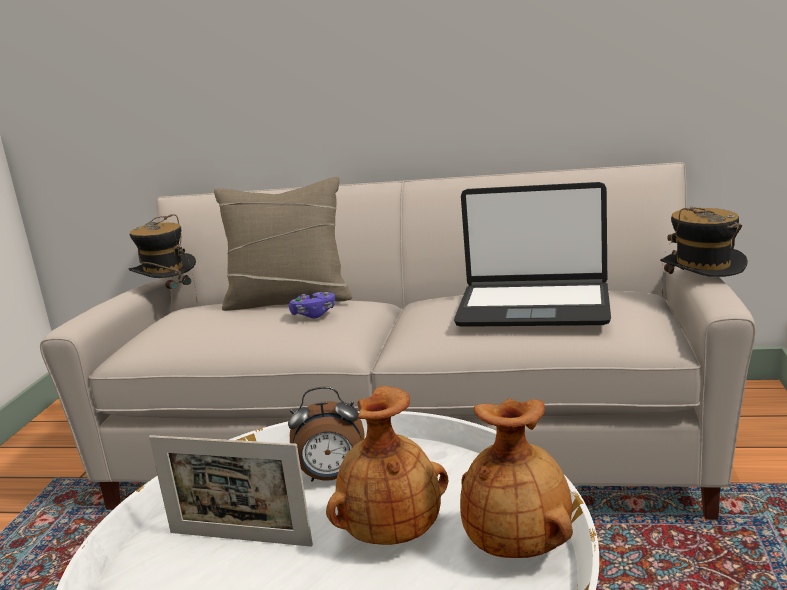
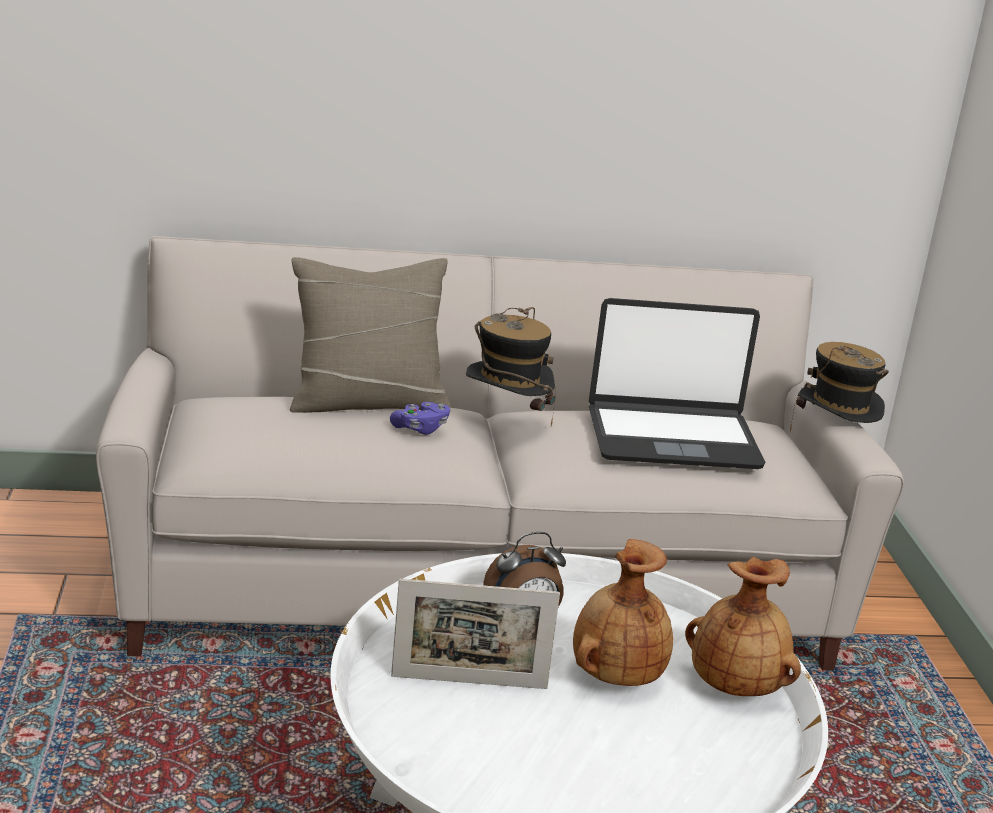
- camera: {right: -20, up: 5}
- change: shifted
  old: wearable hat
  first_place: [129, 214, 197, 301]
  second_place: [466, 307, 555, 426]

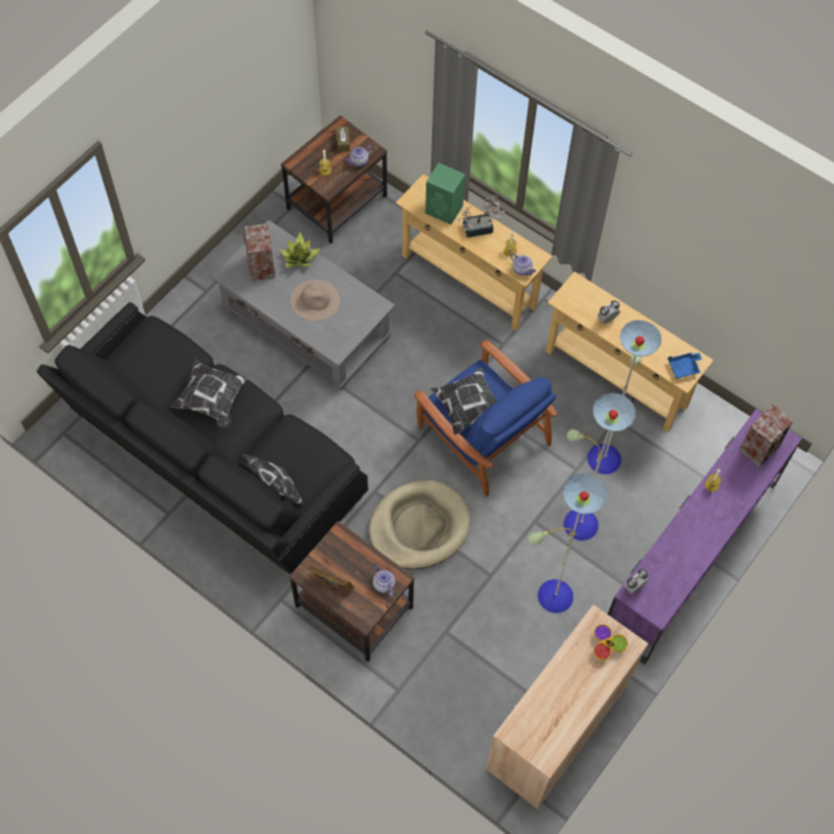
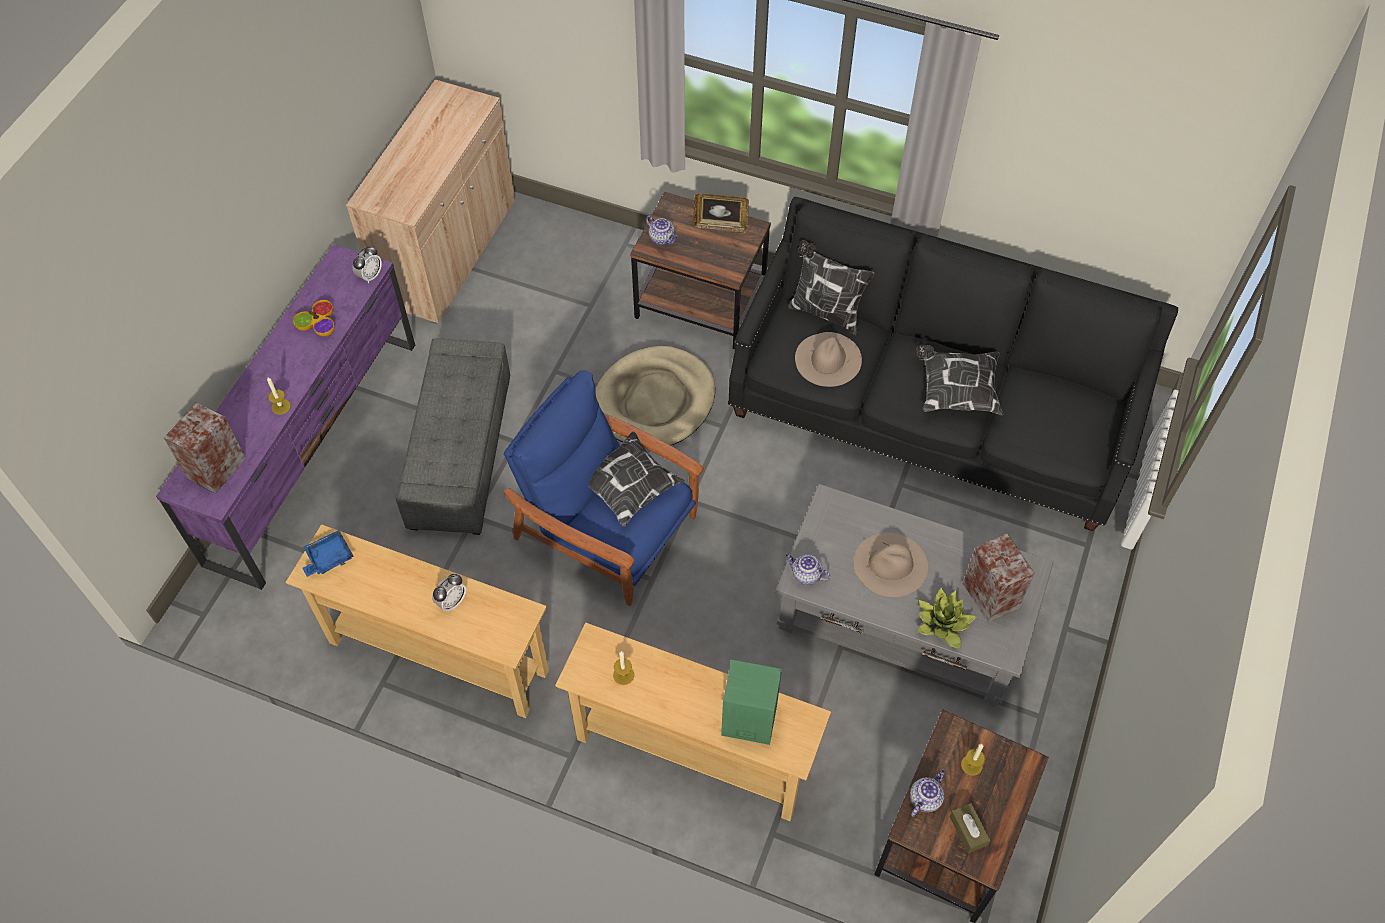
- camera: {right: 165, up: -5}
- change: gone
  old: potted plant
  first_place: [458, 195, 505, 238]
- change: shifted
  old: pot for tea
  first_place: [510, 253, 536, 276]
  second_place: [785, 553, 831, 585]
- change: swapped
  old: standard lamp
  new: pouffe (gray)
  first_place: [529, 320, 662, 613]
  second_place: [396, 338, 510, 535]
- change: shifted
  old: serving bowl
  first_place: [594, 624, 628, 660]
  second_place: [293, 300, 335, 336]
- change: new
  new: wearable hat (sand-coloured)
  second_place: [795, 332, 862, 387]

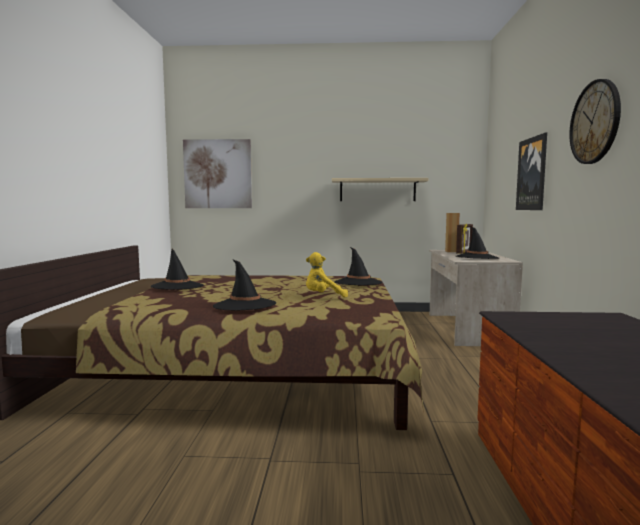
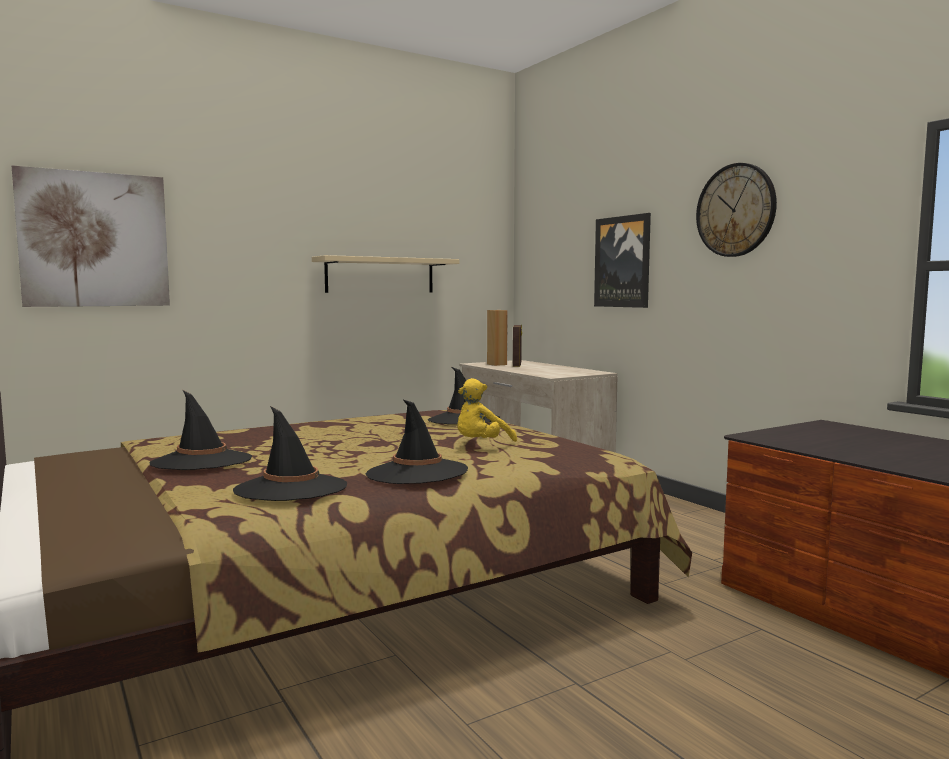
- camera: {right: -35, up: 0}
- change: shifted
  old: wearable hat (black-coloured)
  first_place: [456, 227, 499, 259]
  second_place: [233, 406, 347, 501]

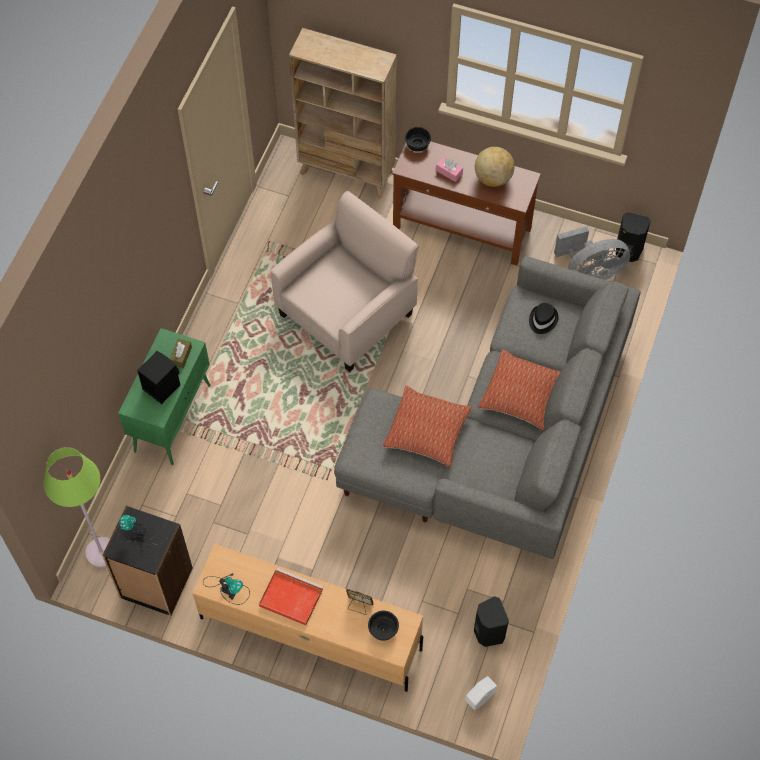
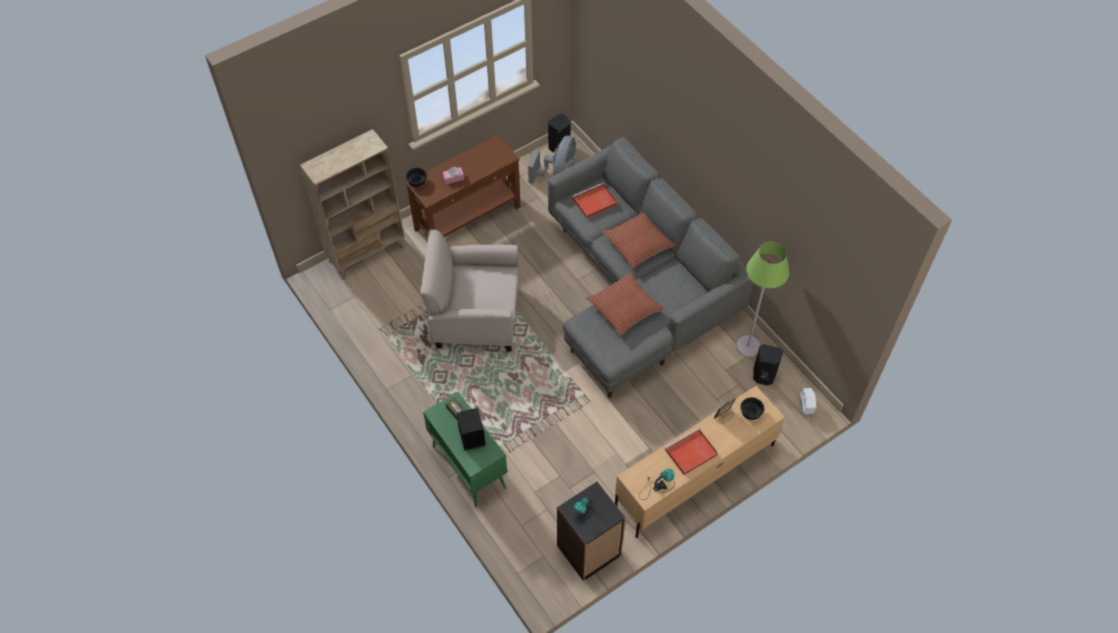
- camera: {right: -55, up: -5}
- change: gone
  old: desk globe
  first_place: [475, 147, 515, 187]
- change: rotated
  old: armchair (sand-coloured)
  first_place: [271, 191, 419, 372]
  second_place: [420, 229, 519, 352]
  degrees: -75
- change: swapped
  old: wearable hat (black-coloured)
  new: carrying tray (reddish)
  first_place: [529, 303, 559, 334]
  second_place: [573, 183, 618, 218]
- change: shifted
  old: standard lamp (green)
  first_place: [43, 447, 110, 568]
  second_place: [736, 242, 789, 357]

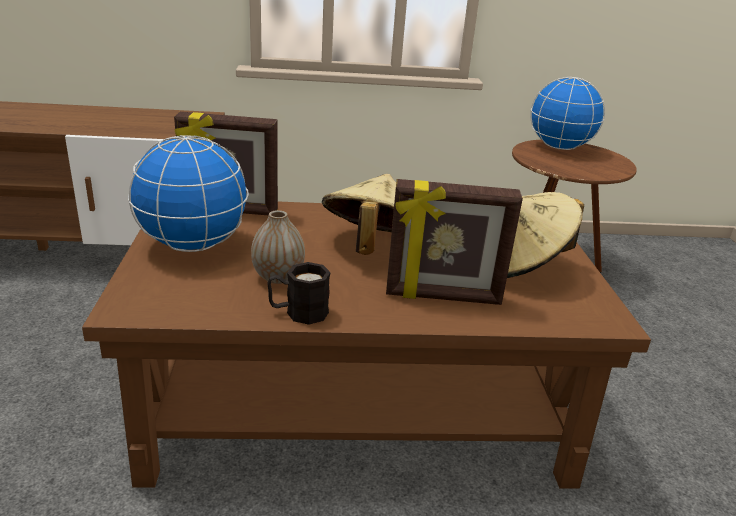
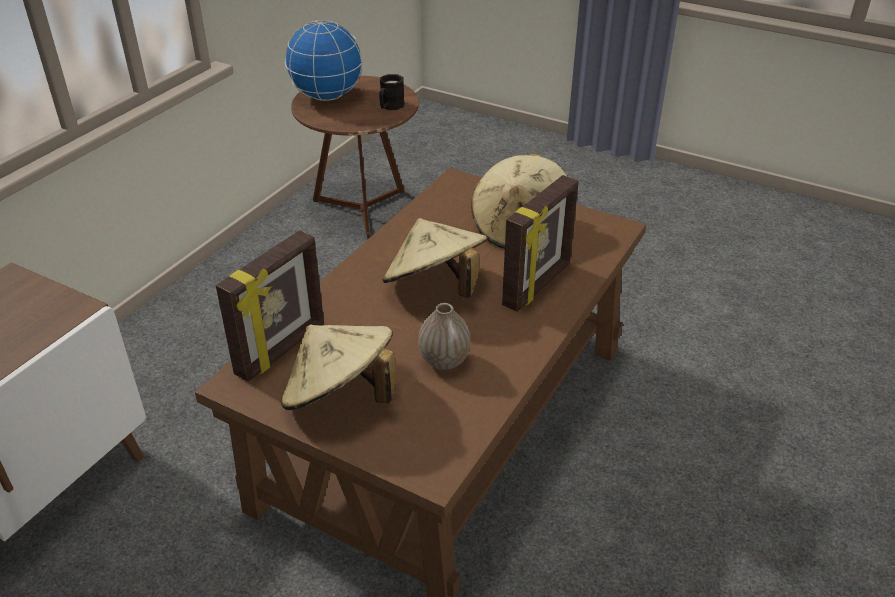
- camera: {right: -55, up: 10}
- change: swapped
  old: desk globe
  new: wearable hat (sand-coloured)
  first_place: [128, 135, 249, 252]
  second_place: [281, 325, 396, 410]
- change: shifted
  old: mug (black-coloured)
  first_place: [267, 262, 331, 325]
  second_place: [379, 74, 405, 110]

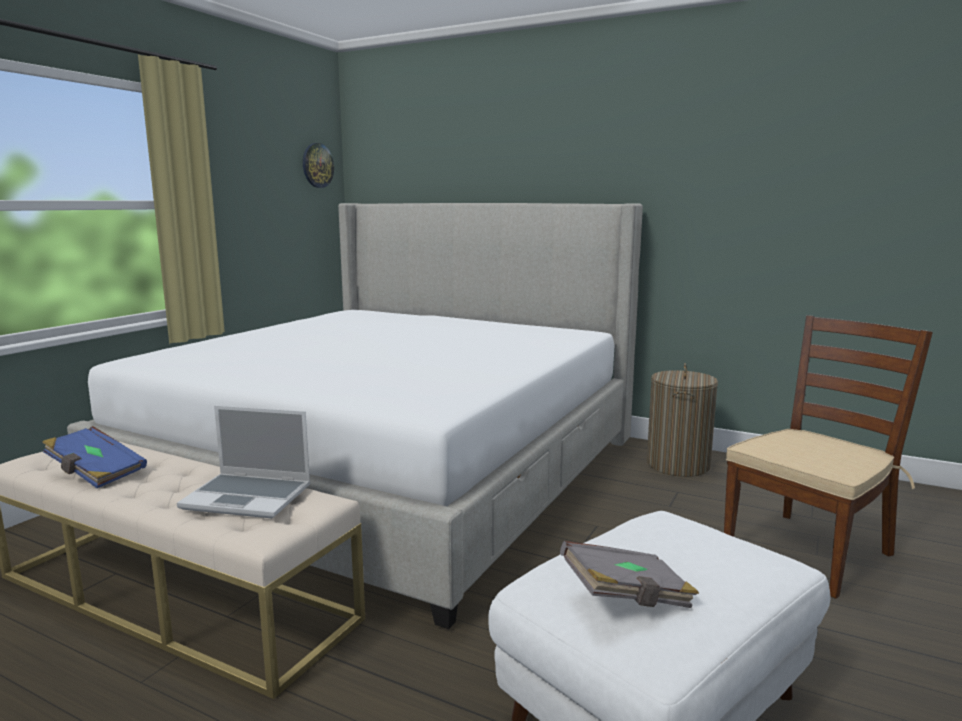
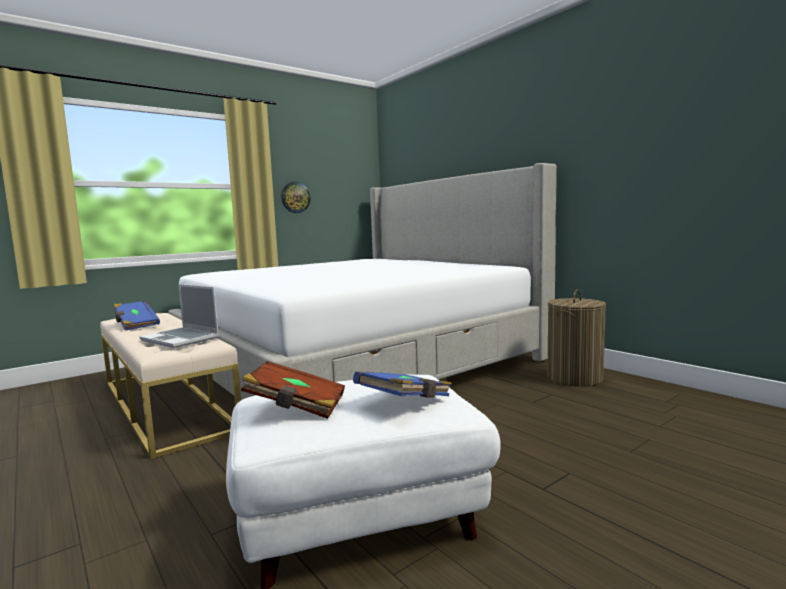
- camera: {right: 25, up: -5}
- change: shifted
  old: clock on the wall
  first_place: [303, 143, 334, 188]
  second_place: [281, 182, 311, 213]
- change: gone
  old: plain chair (brown-coloured)
  first_place: [724, 315, 933, 599]
- change: repainted
  old: volume (gray)
  new: volume (brown-coloured)
  first_place: [560, 541, 699, 608]
  second_place: [241, 361, 345, 419]
- change: new
  new: volume (blue)
  second_place: [353, 372, 452, 398]

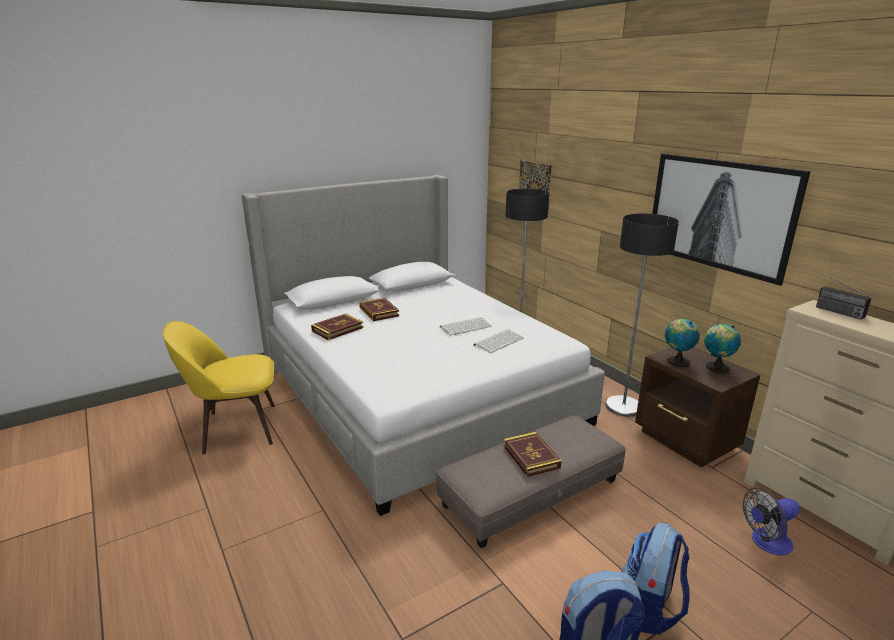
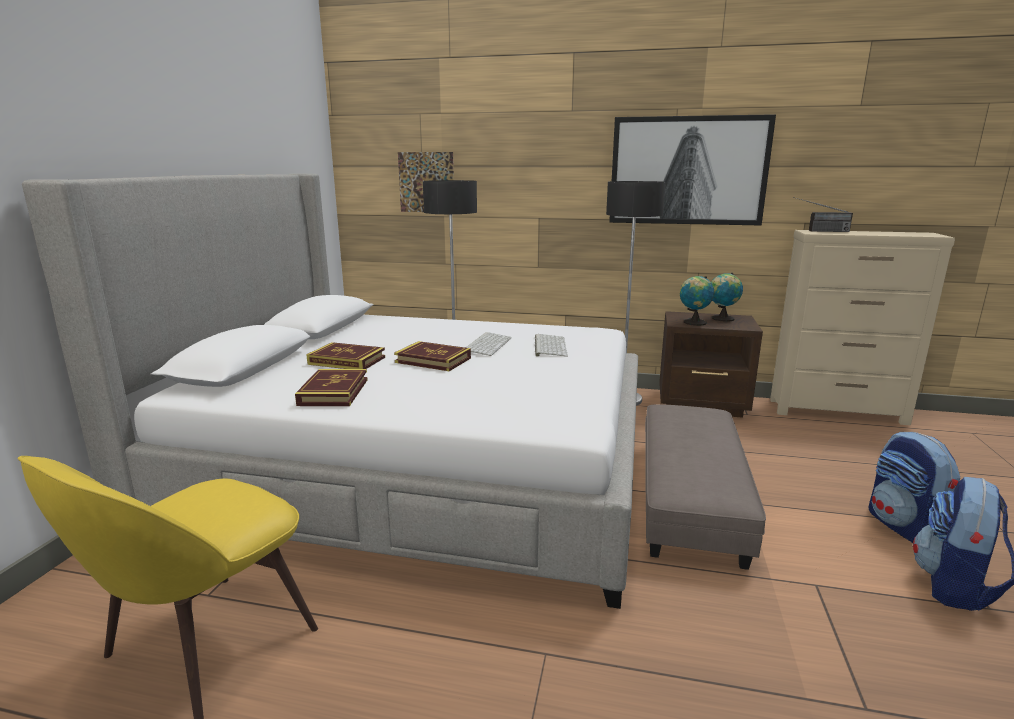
- camera: {right: -45, up: -5}
- change: shifted
  old: volume
  first_place: [503, 432, 562, 477]
  second_place: [394, 341, 471, 371]
- change: gone
  old: electric fan
  first_place: [743, 488, 800, 555]

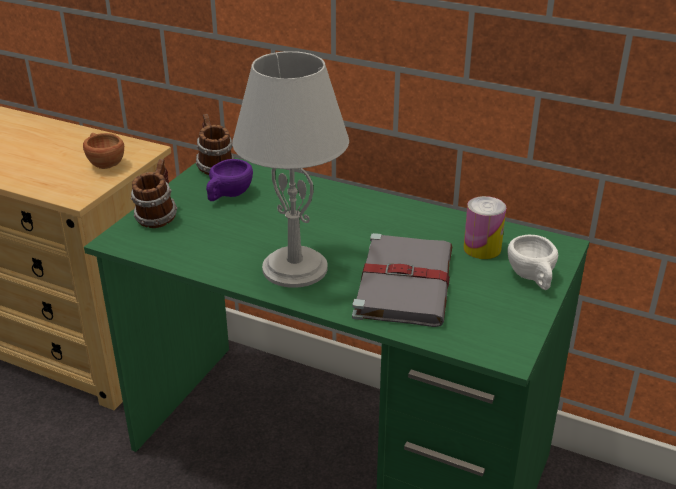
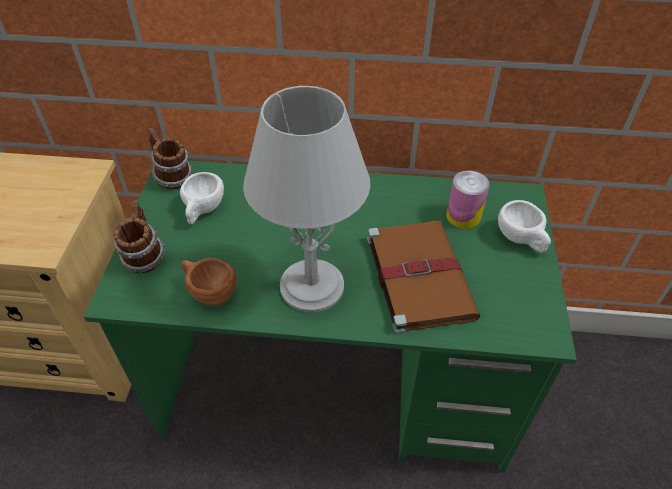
- camera: {right: -20, up: 15}
- change: shifted
  old: small cup (brown-coloured)
  first_place: [83, 133, 124, 169]
  second_place: [181, 258, 237, 306]
- change: repainted
  old: small cup (purple-coloured)
  new: small cup (white-coloured)
  first_place: [206, 159, 253, 201]
  second_place: [180, 172, 224, 224]
- change: repainted
  old: volume (gray)
  new: volume (brown-coloured)
  first_place: [352, 233, 452, 327]
  second_place: [367, 221, 481, 334]

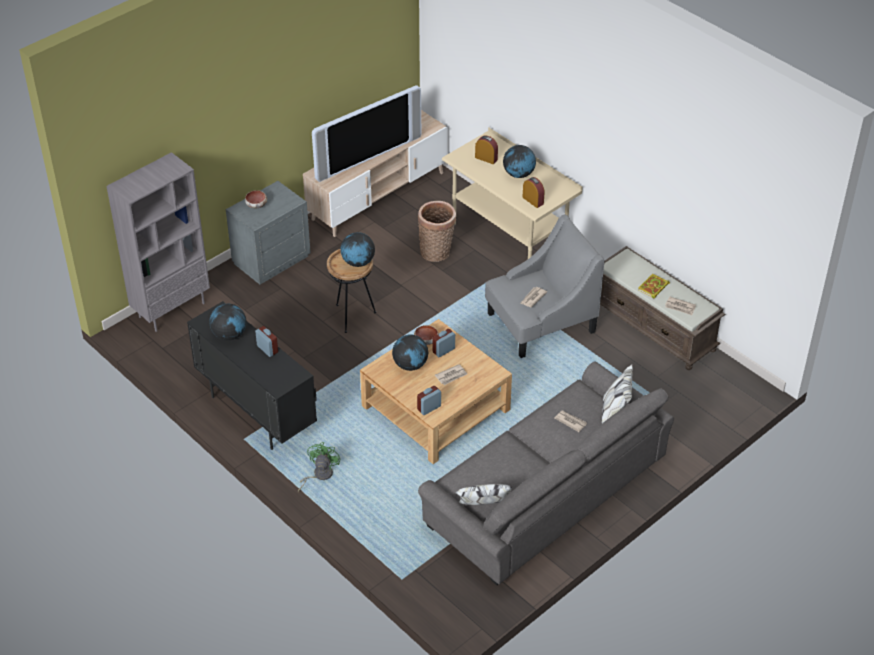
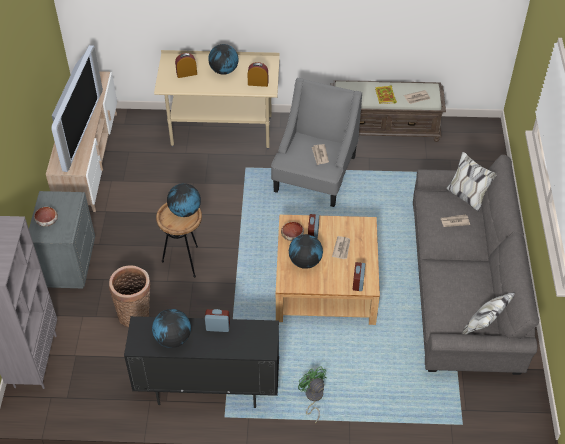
- camera: {right: -45, up: 5}
- change: shifted
  old: household basket
  first_place: [418, 201, 456, 262]
  second_place: [109, 265, 151, 327]

